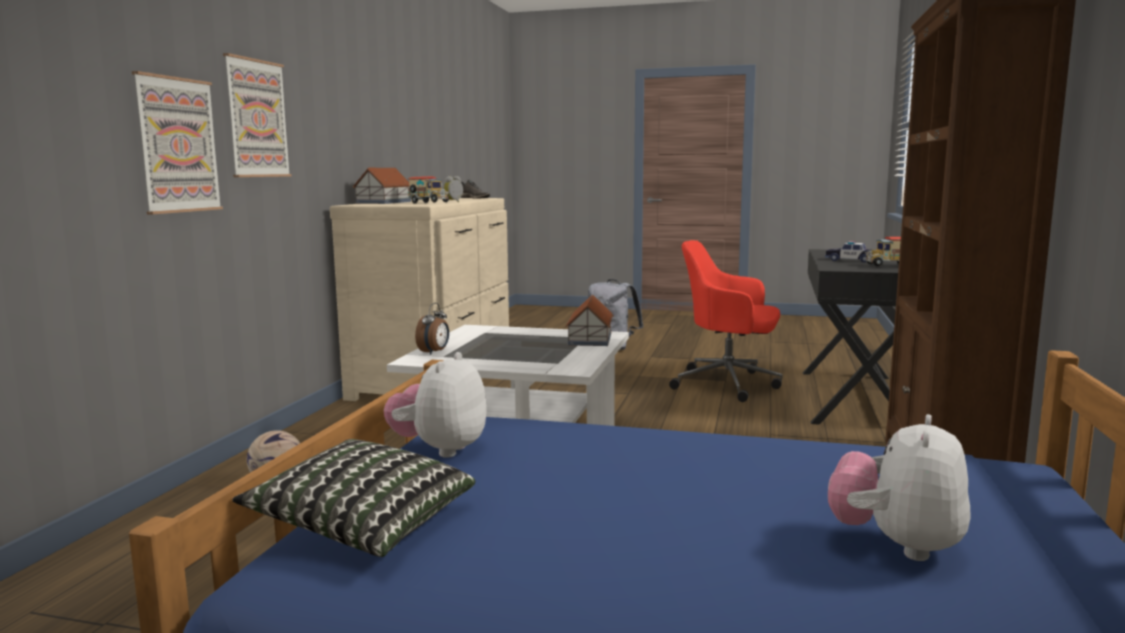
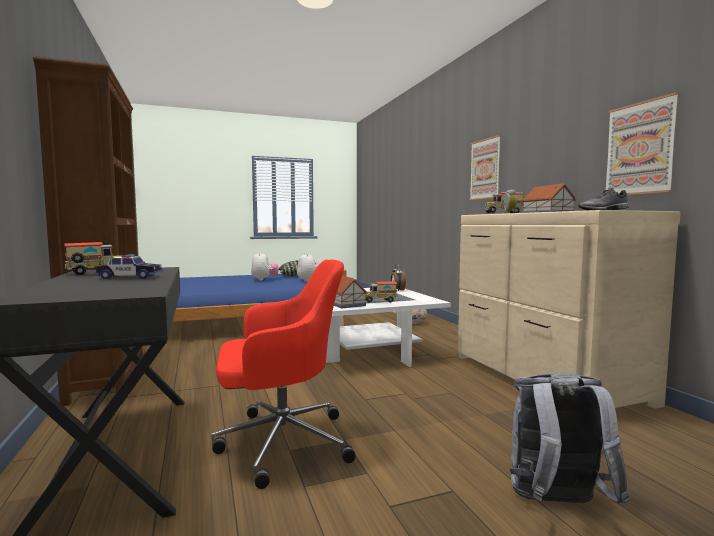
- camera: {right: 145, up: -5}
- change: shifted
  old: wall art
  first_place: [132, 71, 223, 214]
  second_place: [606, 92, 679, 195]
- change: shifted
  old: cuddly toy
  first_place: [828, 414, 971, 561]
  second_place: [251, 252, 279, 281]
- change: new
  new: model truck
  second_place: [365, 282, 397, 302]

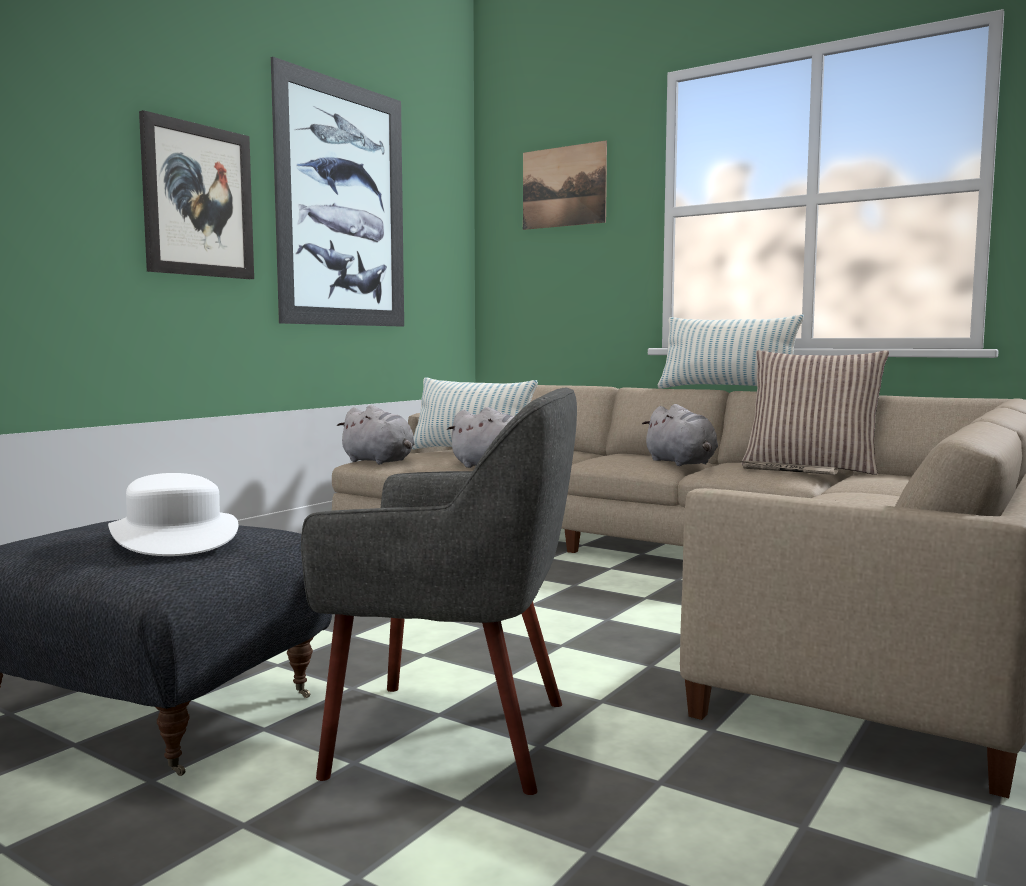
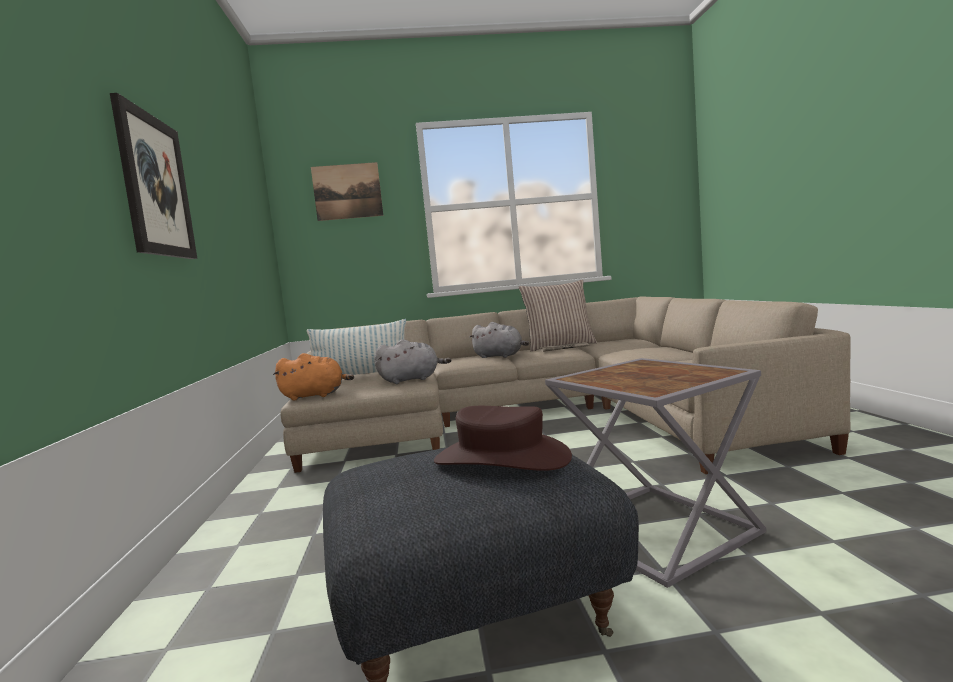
- camera: {right: -40, up: 0}
- change: gone
  old: wall art
  first_place: [271, 57, 404, 327]
- change: gone
  old: cushion
  first_place: [658, 314, 804, 388]
- change: swapped
  old: armchair (gray)
  new: side table (gray)
  first_place: [301, 388, 577, 795]
  second_place: [545, 358, 766, 588]
- change: repainted
  old: cuddly toy (gray)
  new: cuddly toy (orange)
  first_place: [337, 405, 415, 465]
  second_place: [273, 353, 354, 401]
- change: repainted
  old: wearable hat (white-coloured)
  new: wearable hat (brown-coloured)
  first_place: [108, 473, 238, 556]
  second_place: [434, 406, 572, 471]

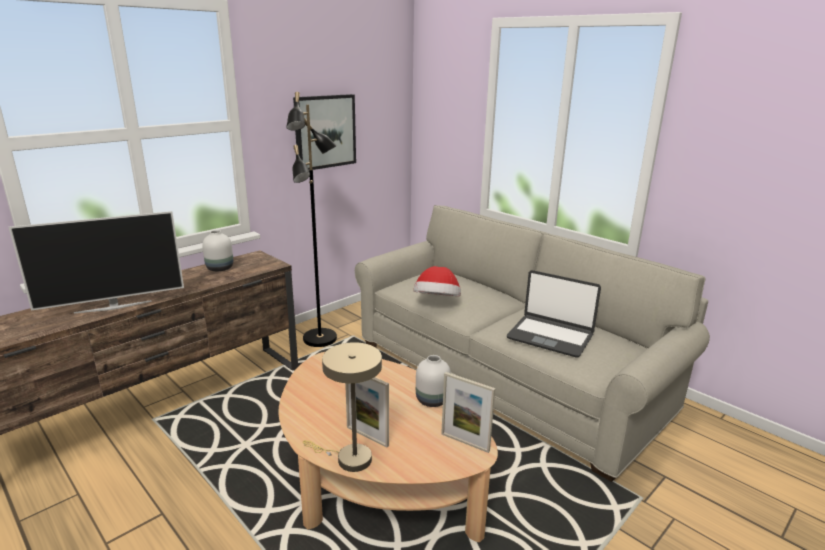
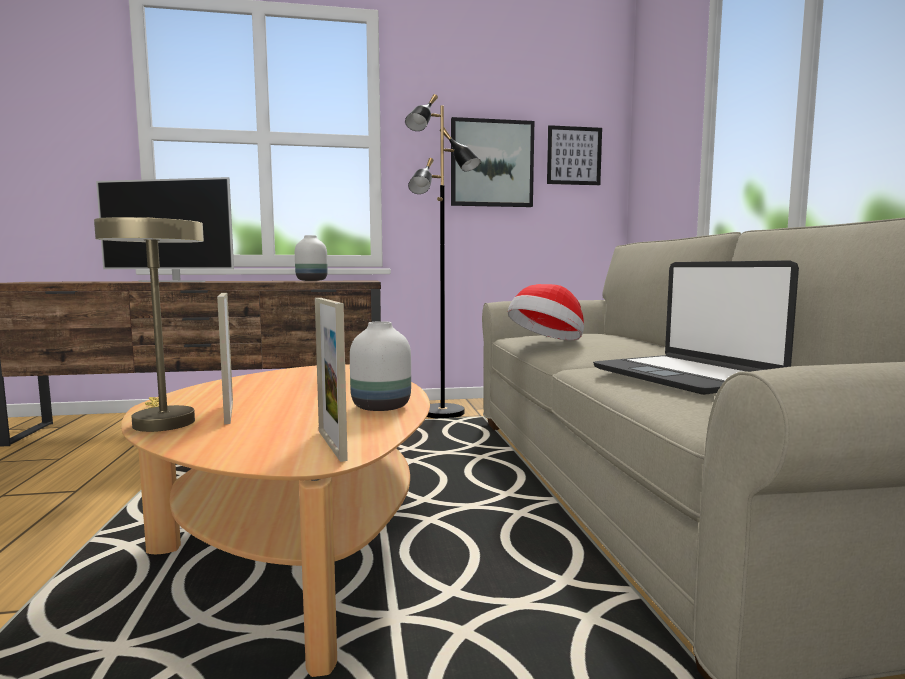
- camera: {right: 35, up: -15}
- change: new
  new: wall art
  second_place: [547, 125, 602, 185]

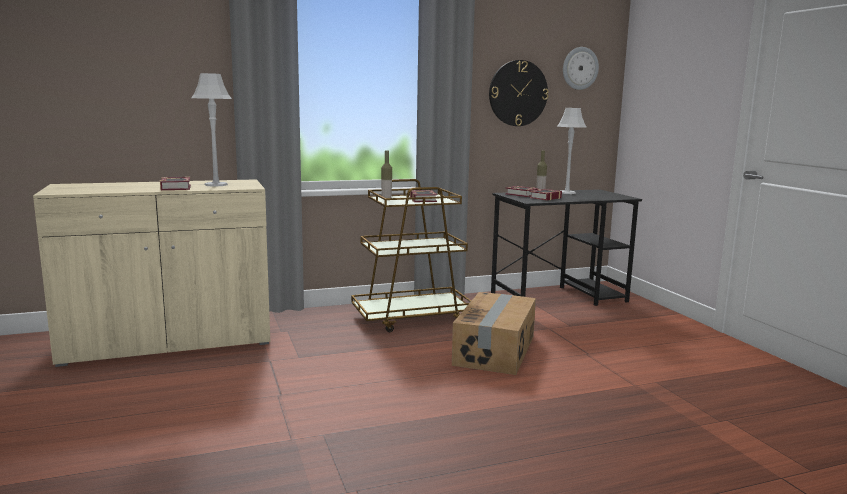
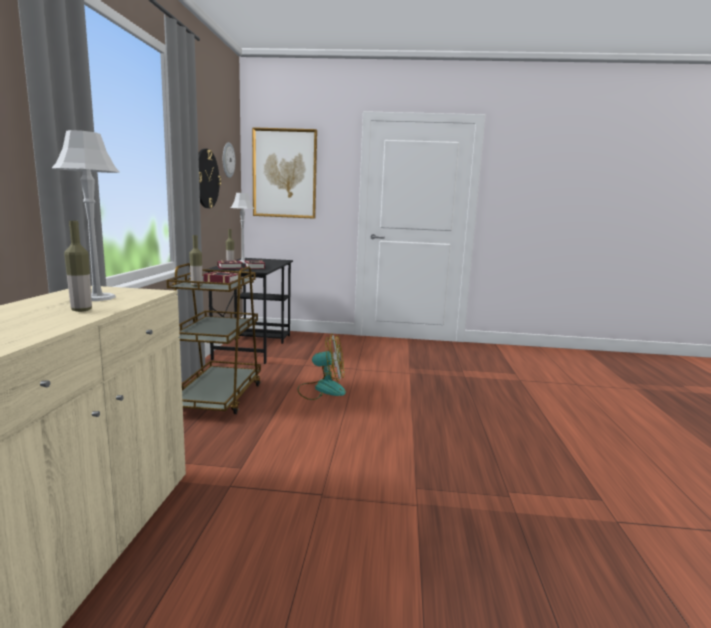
- camera: {right: -65, up: 0}
- change: swapped
  old: volume
  new: bottle
  first_place: [160, 177, 191, 190]
  second_place: [64, 221, 92, 312]
- change: swapped
  old: cardboard box
  new: electric fan
  first_place: [452, 292, 536, 375]
  second_place: [298, 333, 346, 400]
- change: new
  new: wall art
  second_place: [252, 127, 317, 219]

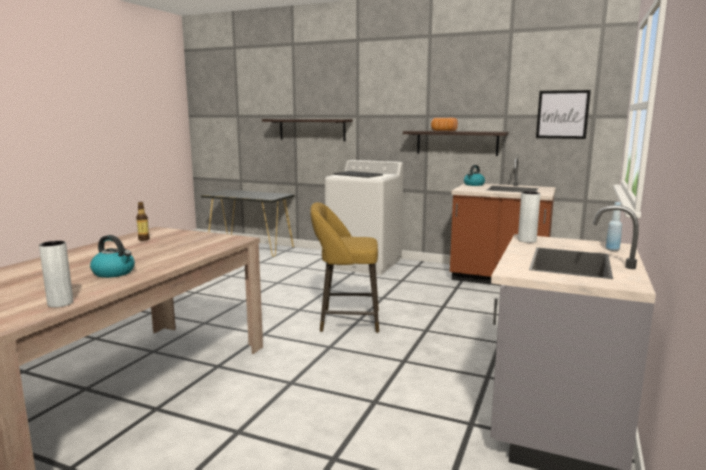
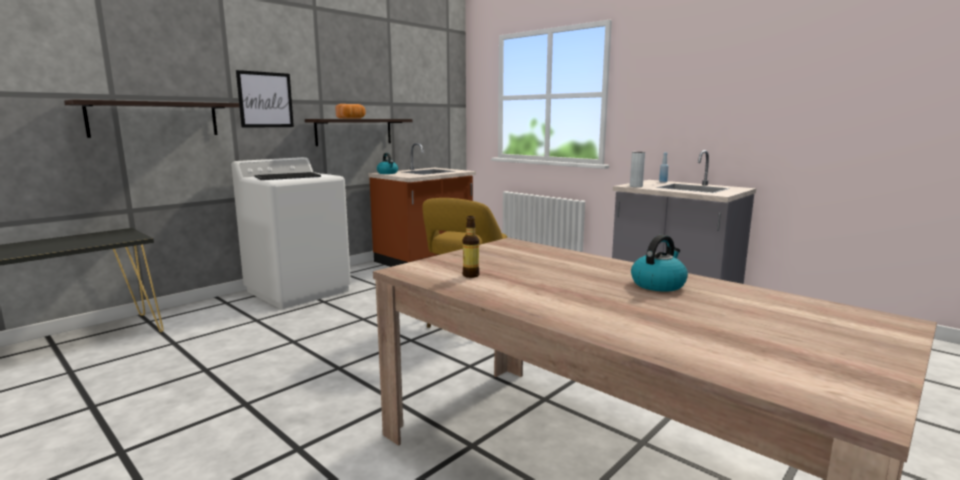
- camera: {right: -70, up: 0}
- change: shifted
  old: wall art
  first_place: [536, 90, 591, 139]
  second_place: [236, 70, 294, 128]
- change: gone
  old: vase (gray)
  first_place: [39, 241, 73, 308]

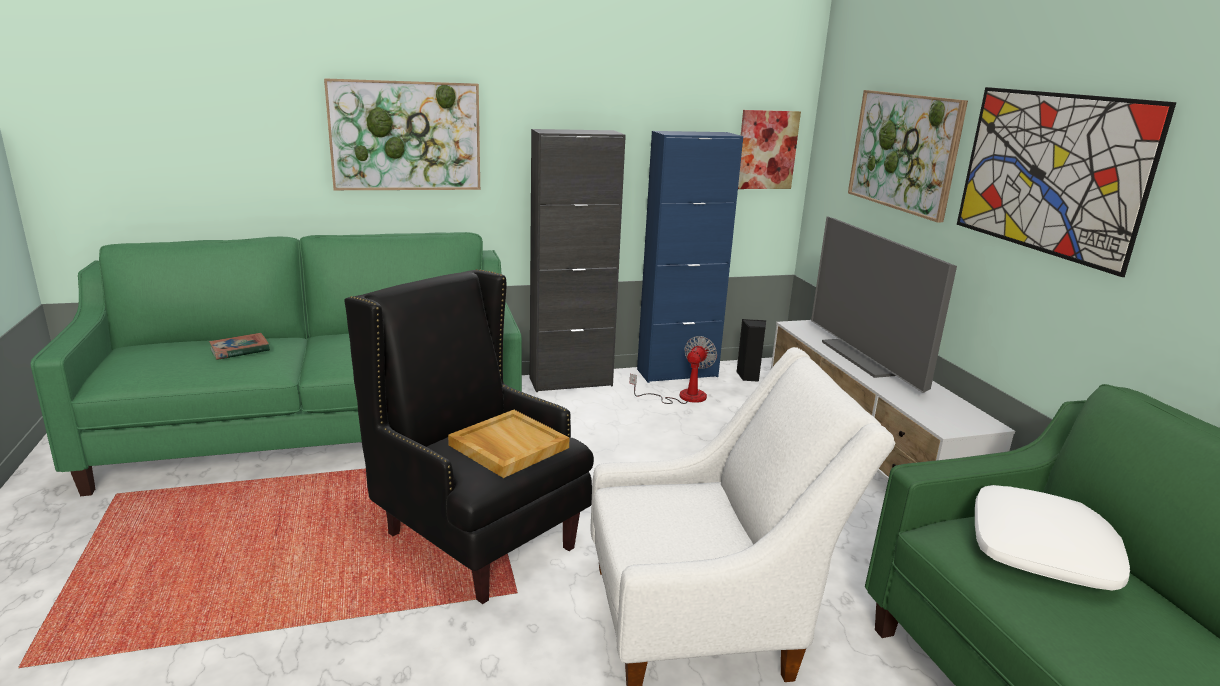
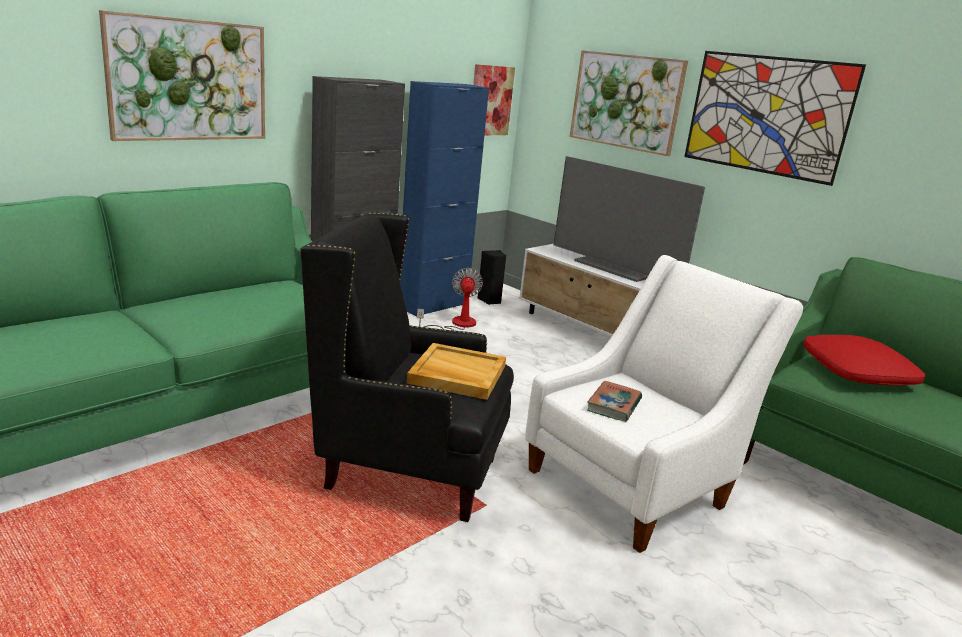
- camera: {right: -30, up: 0}
- change: shifted
  old: volume
  first_place: [209, 333, 270, 360]
  second_place: [587, 381, 642, 422]
- change: repainted
  old: cushion (white-coloured)
  new: cushion (reddish)
  first_place: [975, 485, 1130, 591]
  second_place: [803, 335, 925, 385]

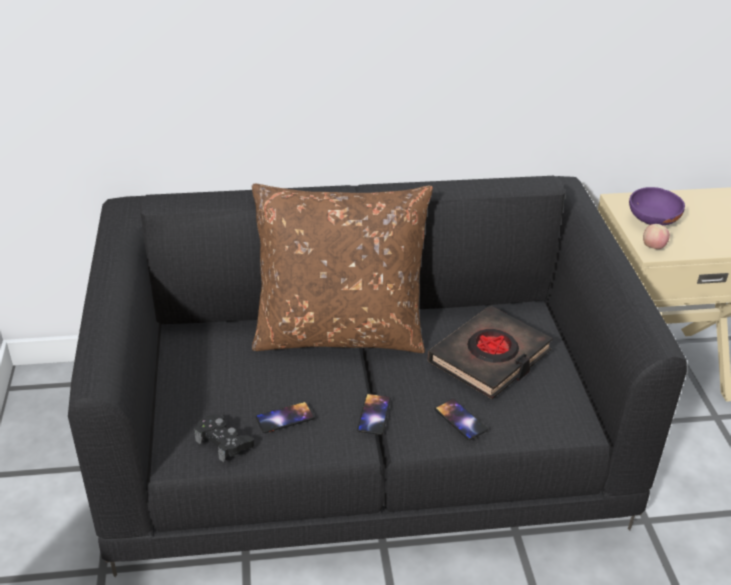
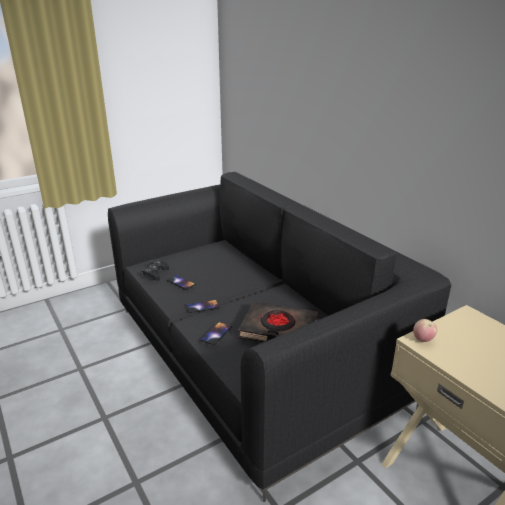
- camera: {right: 65, up: -10}
- change: gone
  old: cushion (brown-coloured)
  first_place: [252, 183, 433, 353]
- change: gone
  old: serving bowl (purple-coloured)
  first_place: [629, 187, 685, 225]

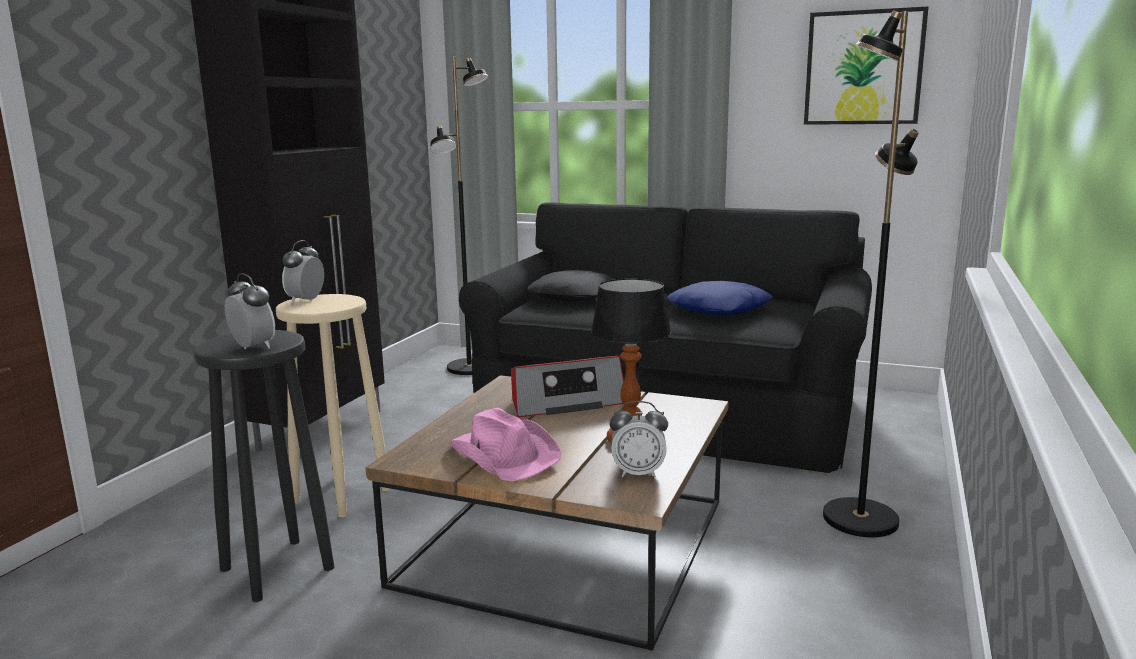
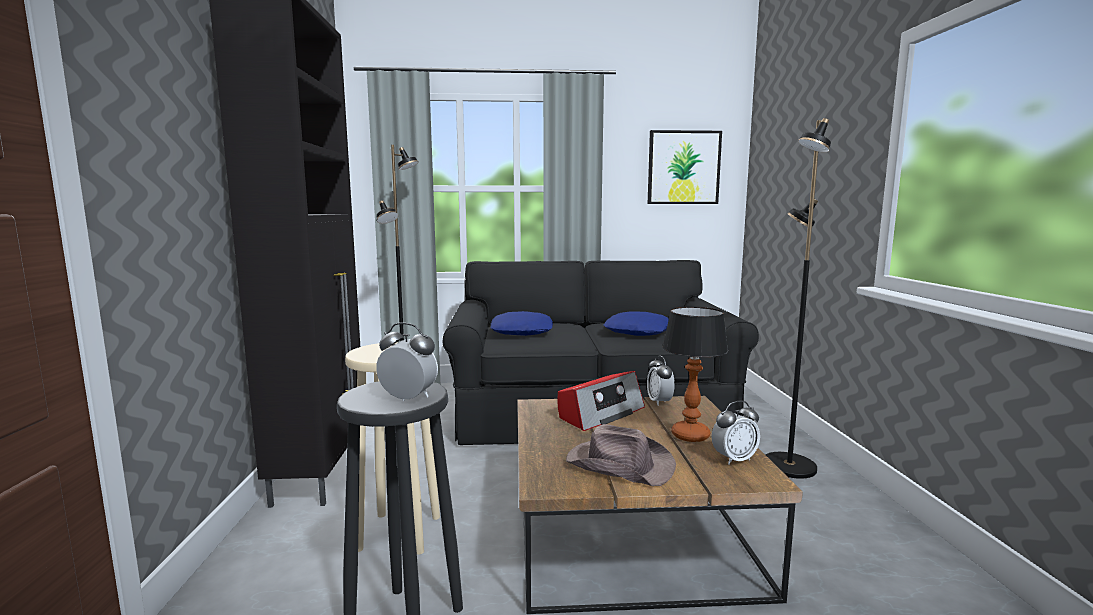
- camera: {right: -25, up: -5}
- change: shifted
  old: table clock
  first_place: [282, 240, 324, 303]
  second_place: [647, 355, 675, 405]
- change: repainted
  old: cushion (black-coloured)
  new: cushion (blue)
  first_place: [527, 270, 615, 301]
  second_place: [490, 311, 553, 336]
- change: repainted
  old: wearable hat (pink-coloured)
  new: wearable hat (brown-coloured)
  first_place: [448, 408, 561, 481]
  second_place: [566, 424, 676, 486]

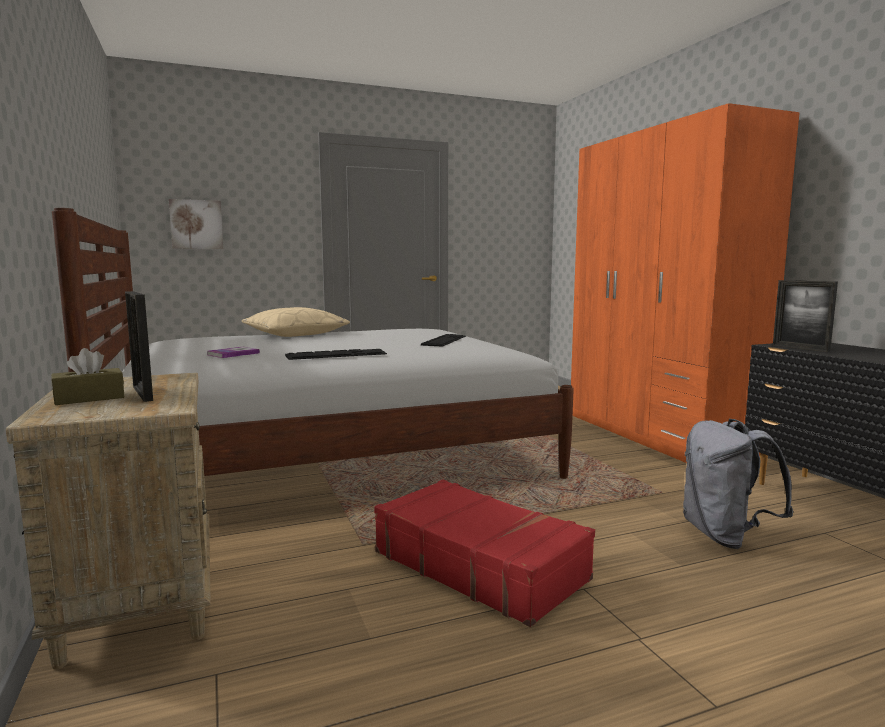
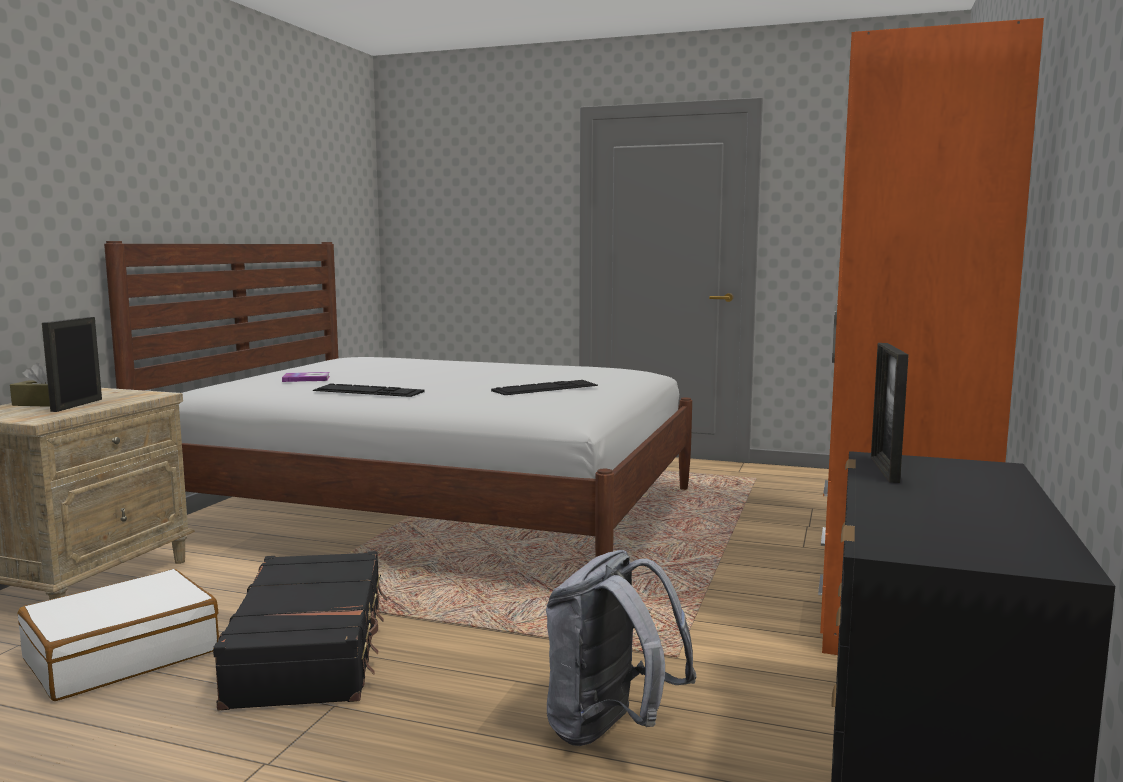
- camera: {right: 40, up: 0}
- change: gone
  old: wall art
  first_place: [169, 199, 223, 249]
- change: gone
  old: cushion (sand-coloured)
  first_place: [242, 307, 350, 337]
- change: repainted
  old: piece of luggage (reddish)
  new: piece of luggage (black-coloured)
  first_place: [374, 479, 595, 627]
  second_place: [213, 551, 387, 710]
- change: new
  new: piece of luggage (white-coloured)
  second_place: [18, 569, 219, 701]

